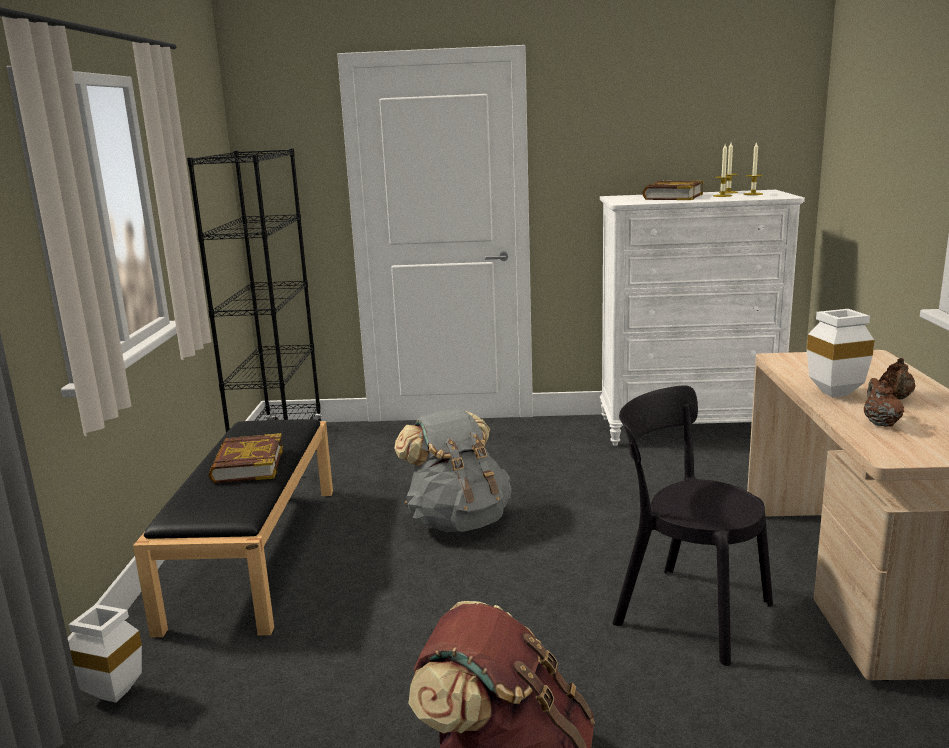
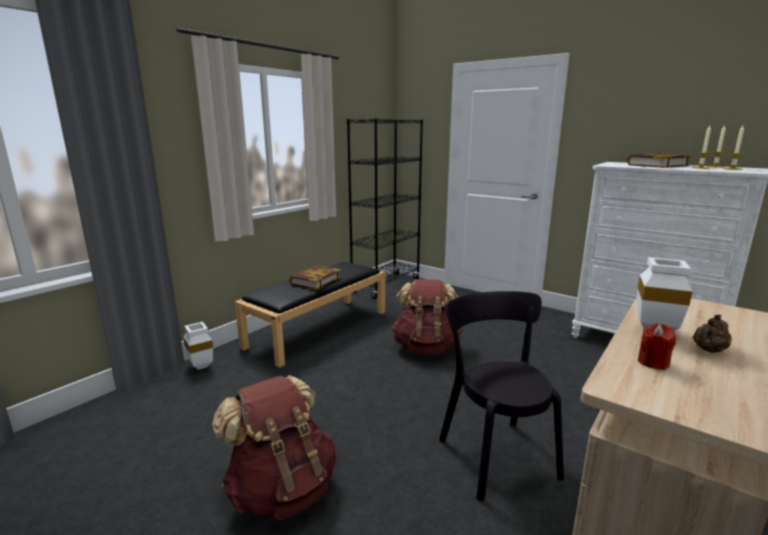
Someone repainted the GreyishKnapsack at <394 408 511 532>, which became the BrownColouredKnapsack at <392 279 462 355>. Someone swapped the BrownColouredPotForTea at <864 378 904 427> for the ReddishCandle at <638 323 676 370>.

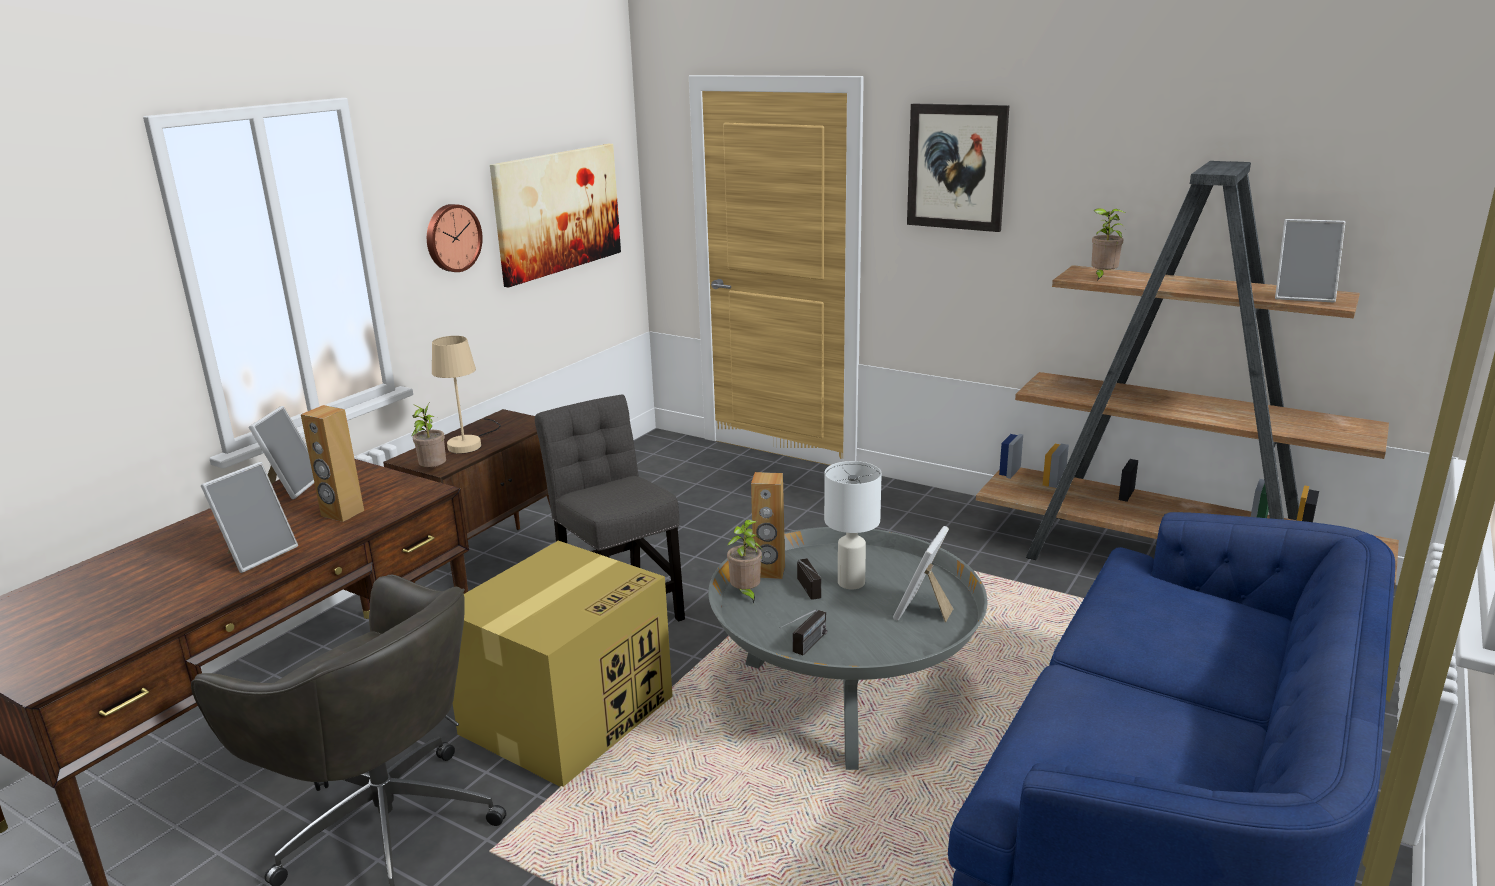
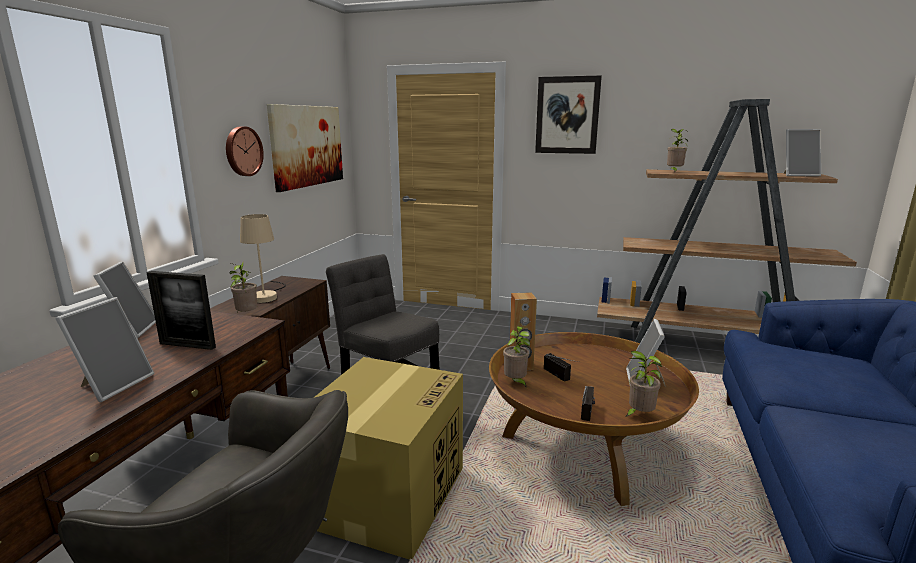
Someone swapped the BrownColouredSpeaker at <301 405 364 522> for the PhotoFrame at <146 271 216 350>. Someone repainted the GreyishLoungeTable at <708 527 988 770>, which became the BrownColouredLoungeTable at <489 332 699 506>. Someone put down the PlantInAPot at <624 351 662 418>. Someone took away the WhiteColouredTableLamp at <824 461 882 589>.

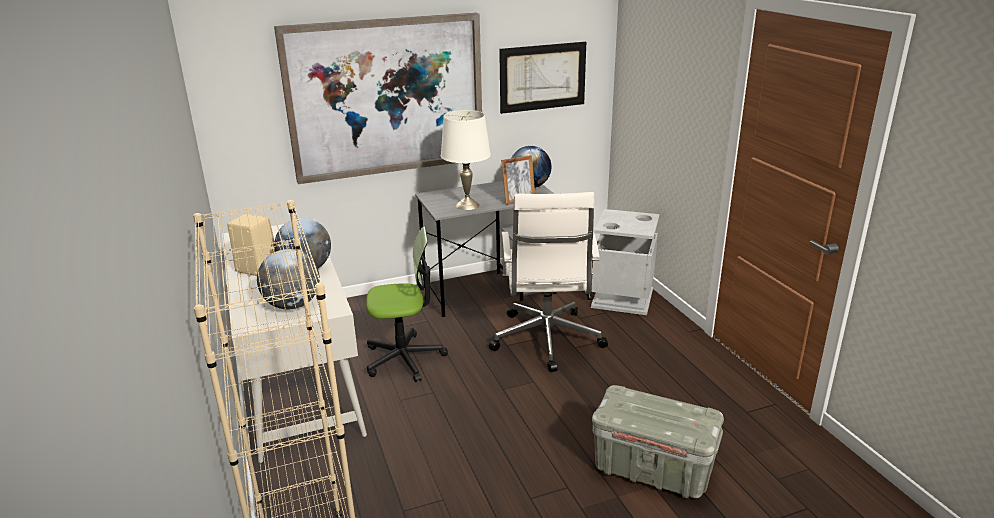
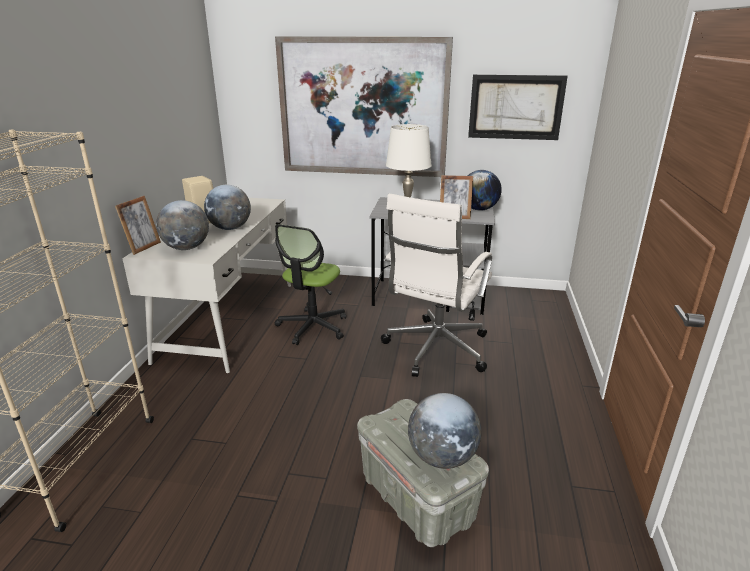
Someone put down the PhotoFrame at <115 196 161 255>. Someone rotated the OfficeChair at <366 226 448 382> by 90 degrees clockwise. Someone put down the WorldGlobe at <408 393 481 469>. Someone took away the GreyishRubbishBin at <591 209 660 315>.

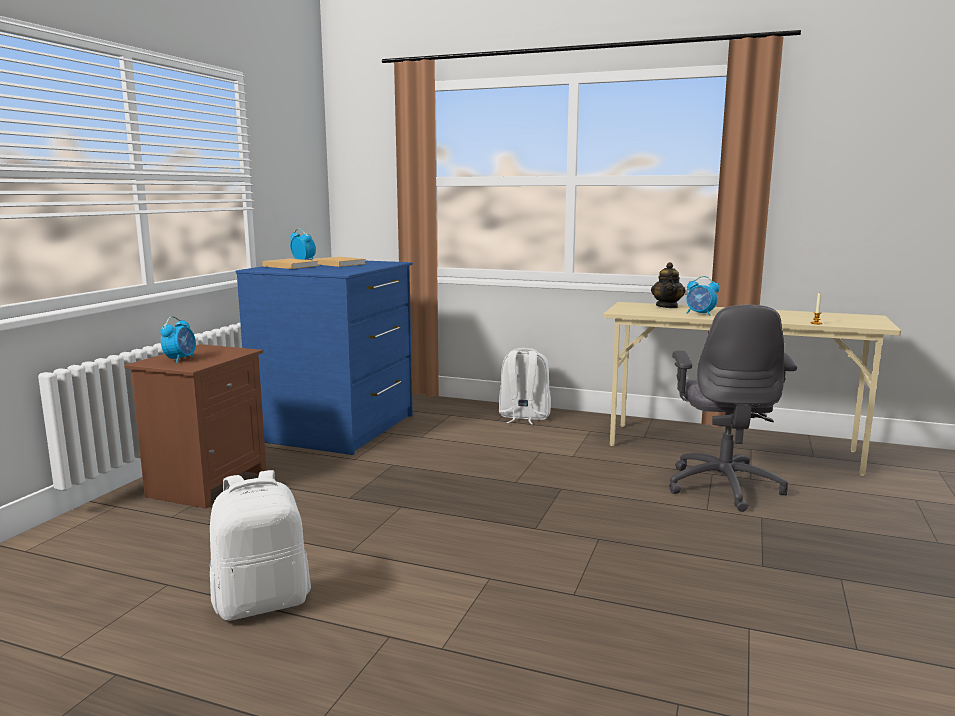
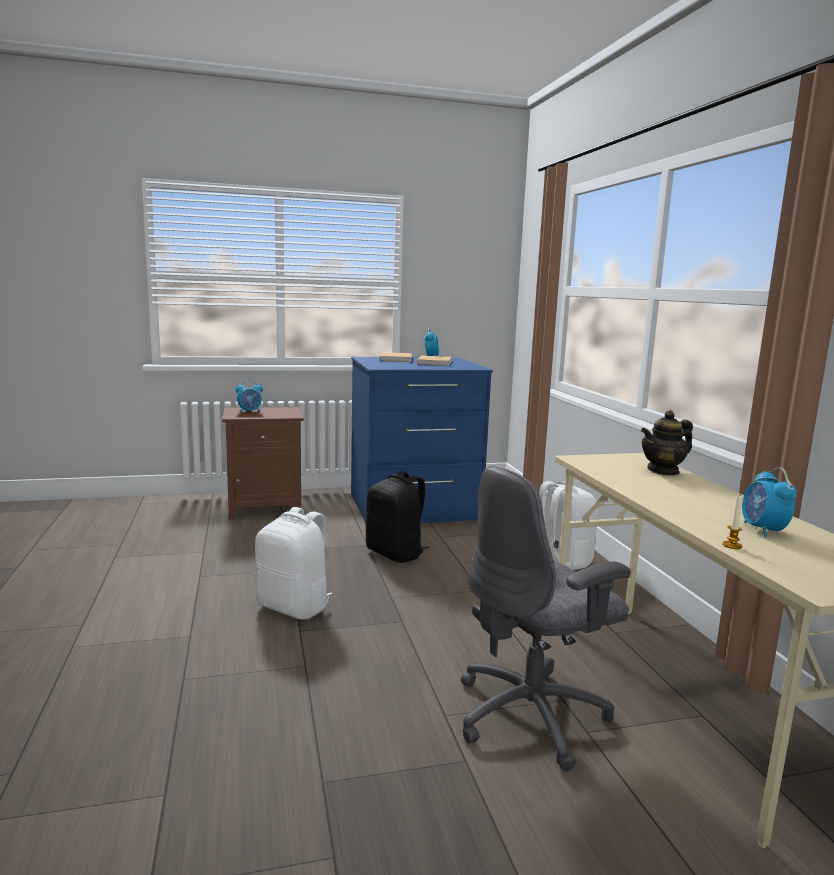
Someone carried the WhiteColouredKnapsack from <210 470 311 621> to <254 507 333 620>. Someone put down the BlackKnapsack at <365 471 429 563>. Someone carried the BedsideClock from <686 276 719 316> to <742 467 797 537>.

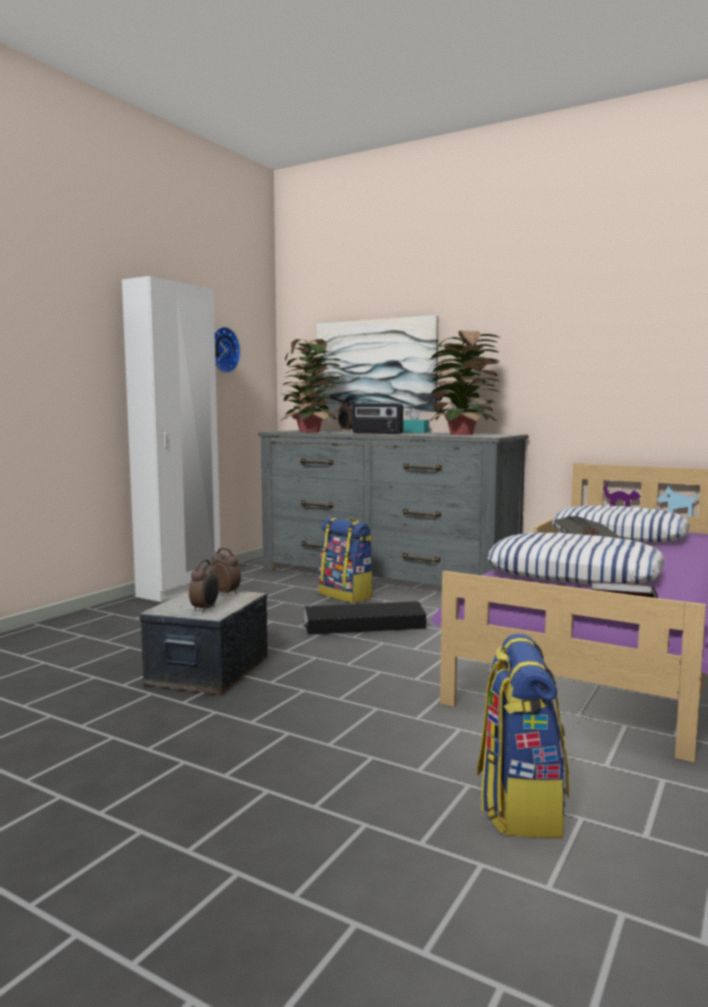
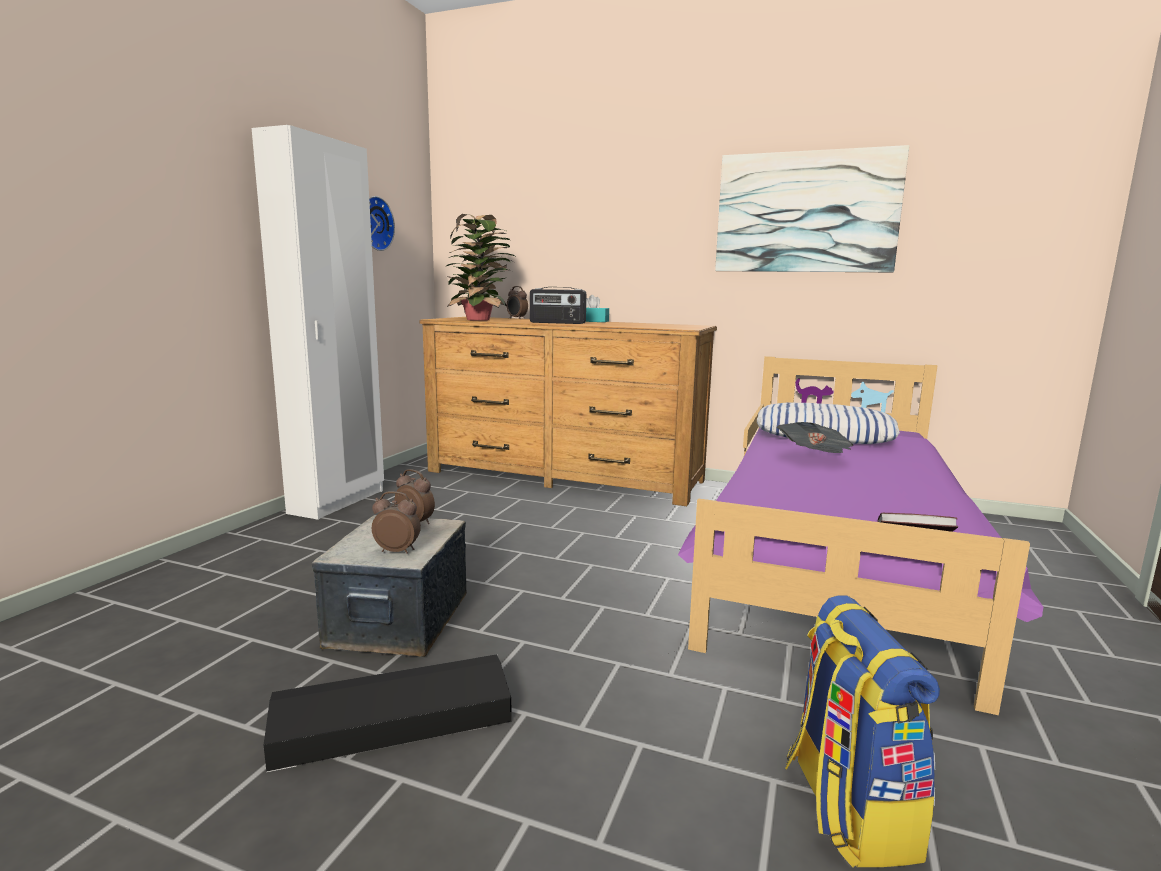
Someone carried the BlackStorageBin from <304 601 426 635> to <264 654 512 772>. Someone rotated the BedsideClock at <189 560 219 613> by 90 degrees counterclockwise. Someone repainted the GreyishDresser at <258 430 528 586>, which became the BrownColouredDresser at <420 317 717 506>. Someone carried the Picture from <317 315 439 412> to <715 145 909 273>. Someone took away the Knapsack at <319 518 374 603>. Someone took away the PlantInAPot at <427 331 500 435>. Someone took away the Cushion at <488 533 664 585>.

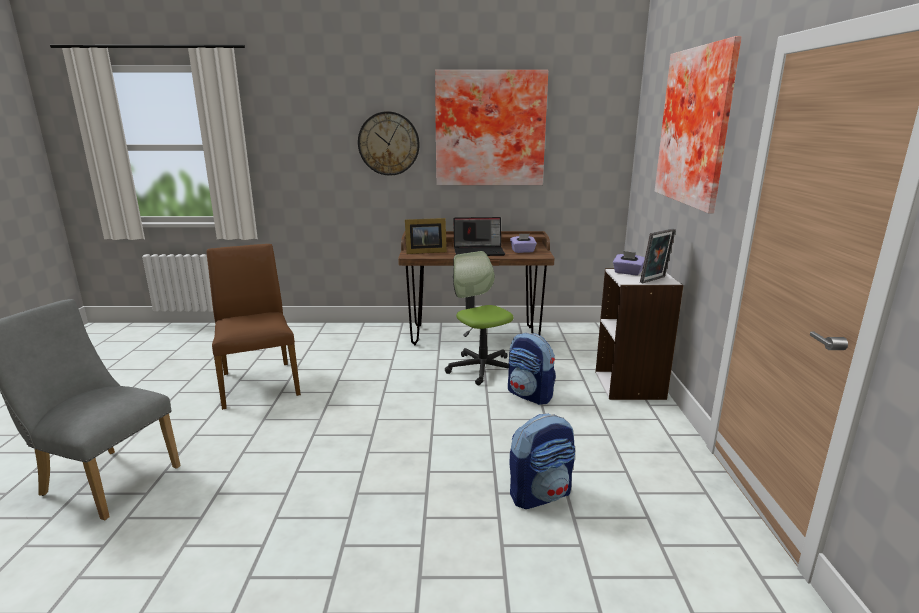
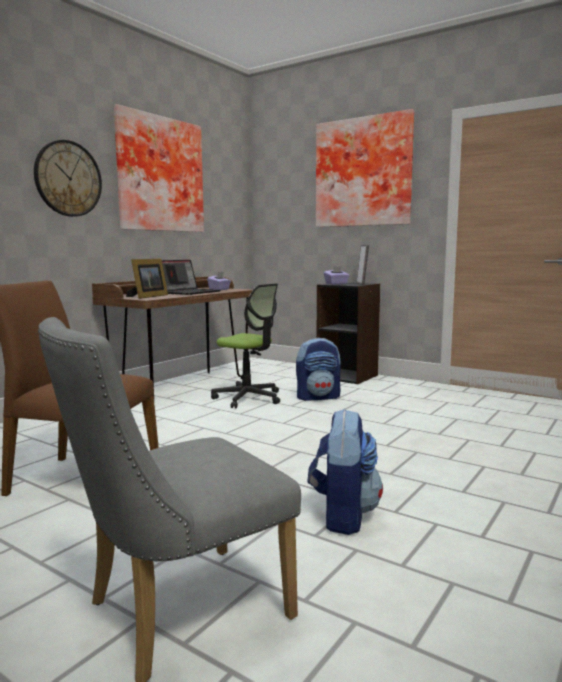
Someone rotated the OfficeChair at <445 251 513 385> by 150 degrees counterclockwise. Someone carried the Knapsack from <509 414 575 509> to <307 409 383 535>. Someone repainted the WhiteColouredShelvingUnit at <595 268 683 400>, which became the BlackShelvingUnit at <317 283 380 384>.

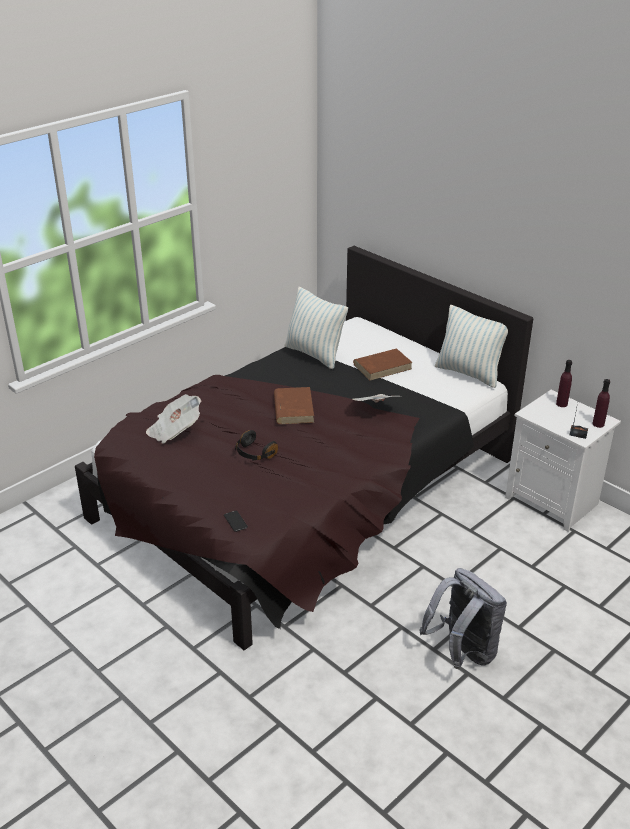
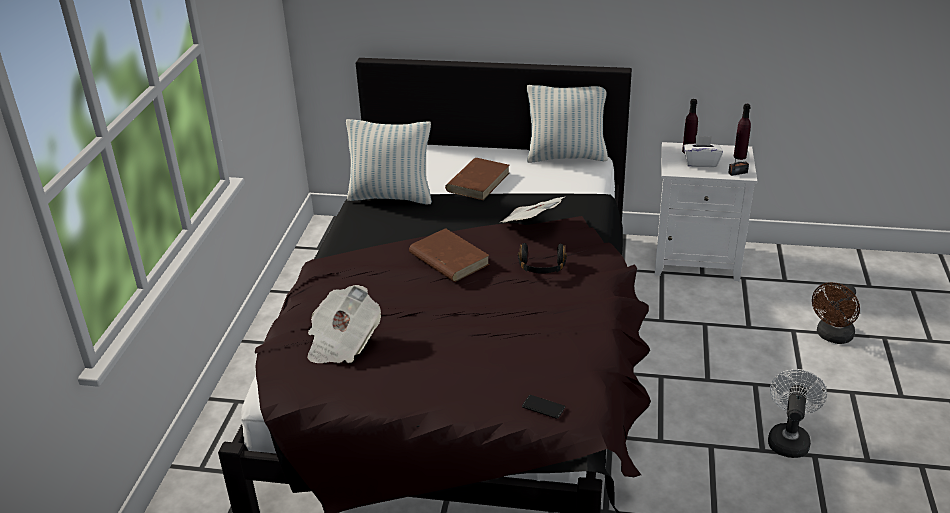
Someone carried the BlackPairOfHeadphones from <235 430 278 460> to <518 243 567 274>. Someone put down the WhiteColouredBoxOfTissues at <683 136 723 167>. Someone swapped the GreyishKnapsack at <419 568 507 669> for the WhiteColouredFan at <768 369 827 458>. Someone put down the BrownColouredFan at <812 282 860 344>.

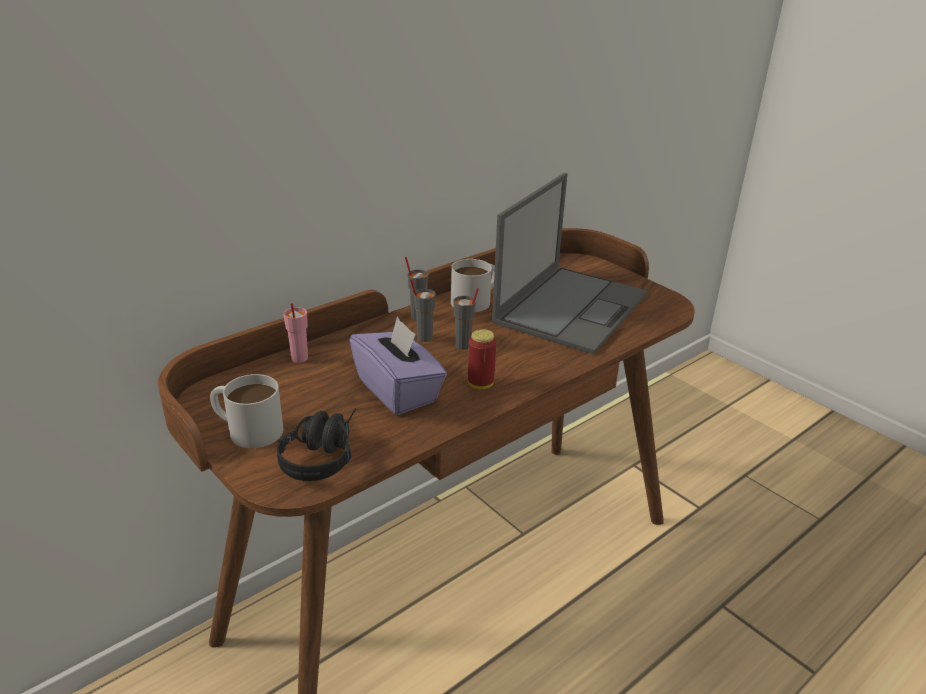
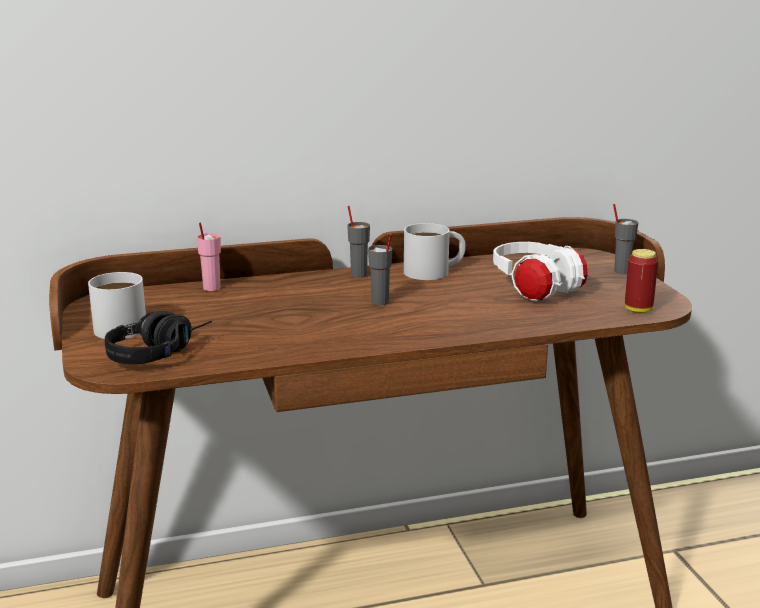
Someone swapped the Laptop at <492 173 648 355> for the WhiteColouredPairOfHeadphones at <493 242 588 302>. Someone carried the GreyishCup from <410 279 436 342> to <613 204 639 274>. Someone carried the SealedCan from <468 329 496 389> to <625 249 658 313>. Someone took away the PurpleColouredBoxOfTissues at <350 316 447 415>.

